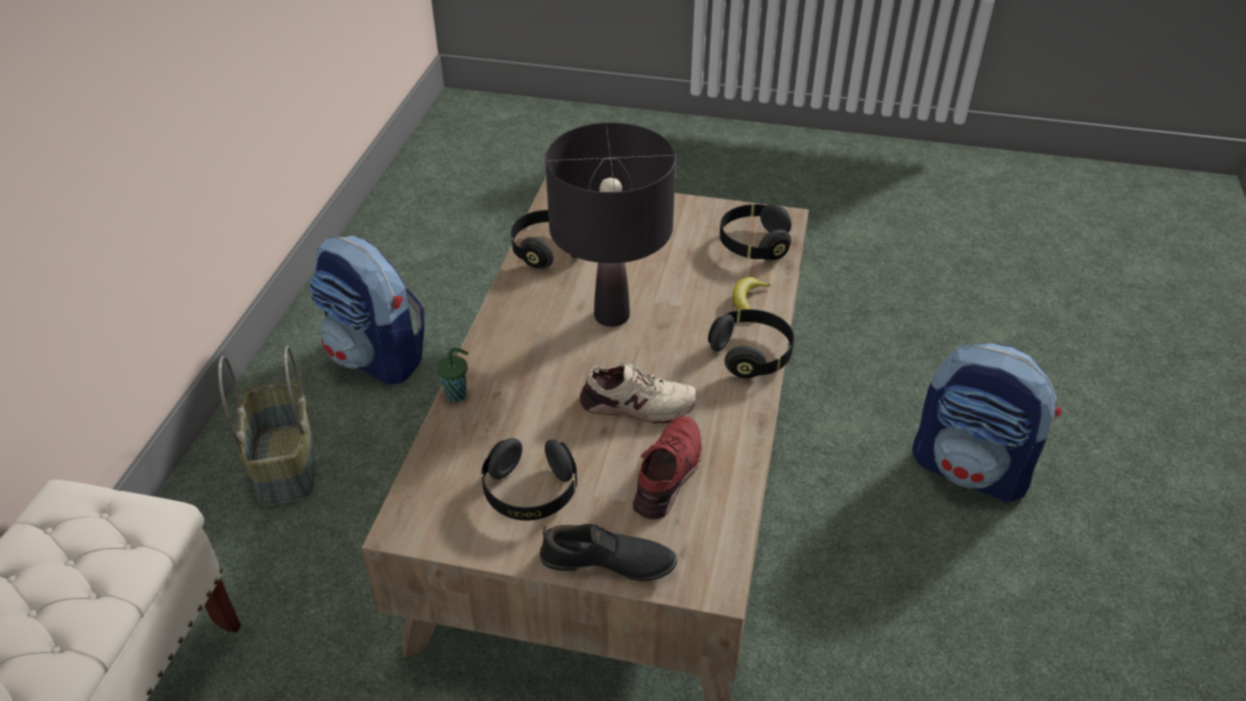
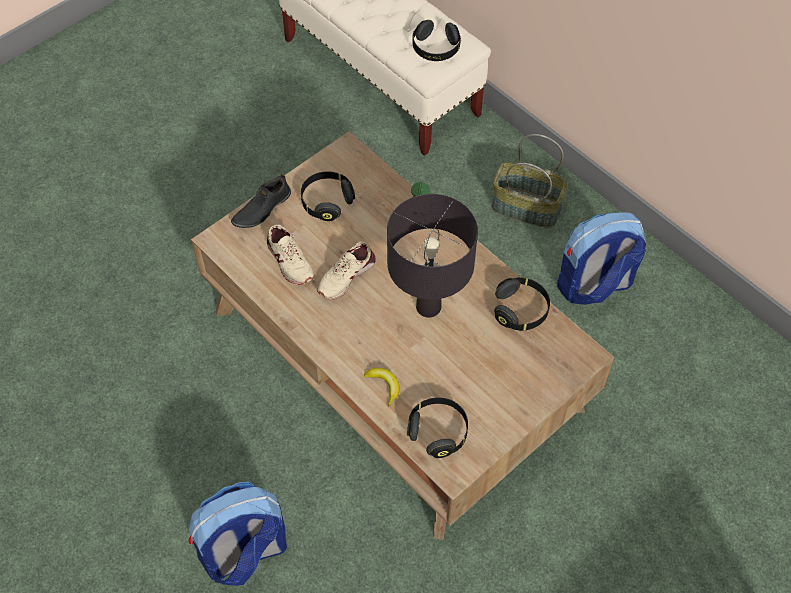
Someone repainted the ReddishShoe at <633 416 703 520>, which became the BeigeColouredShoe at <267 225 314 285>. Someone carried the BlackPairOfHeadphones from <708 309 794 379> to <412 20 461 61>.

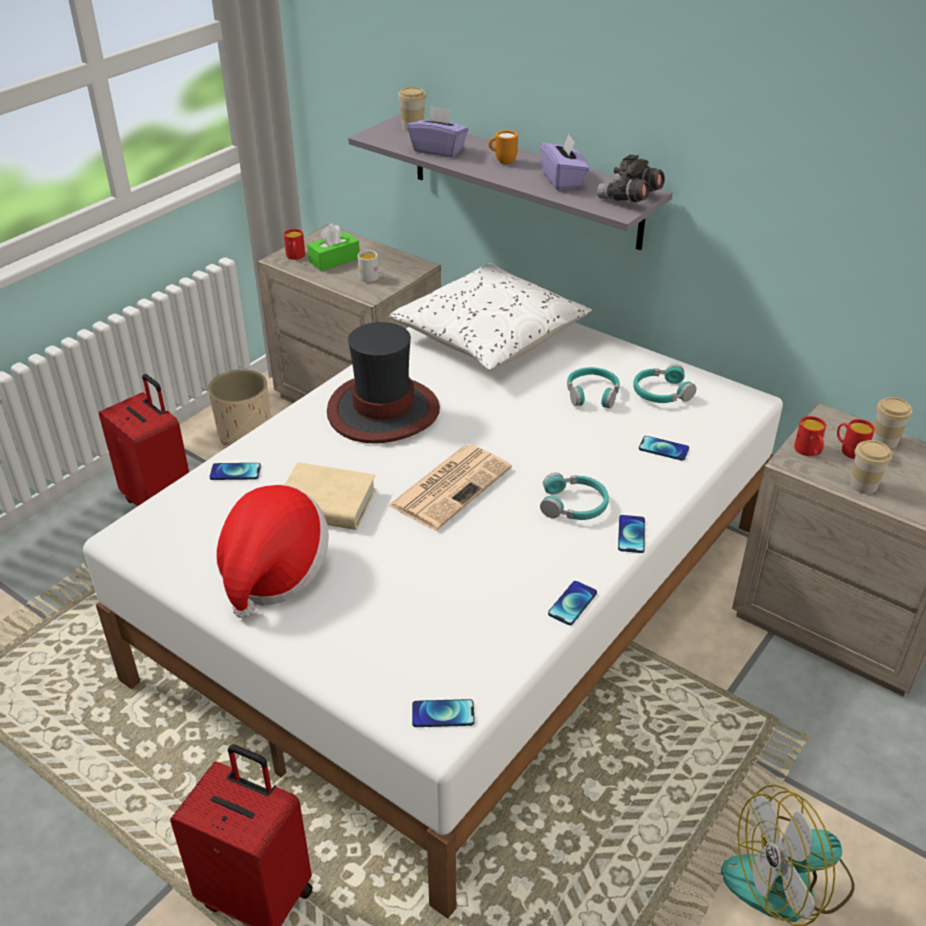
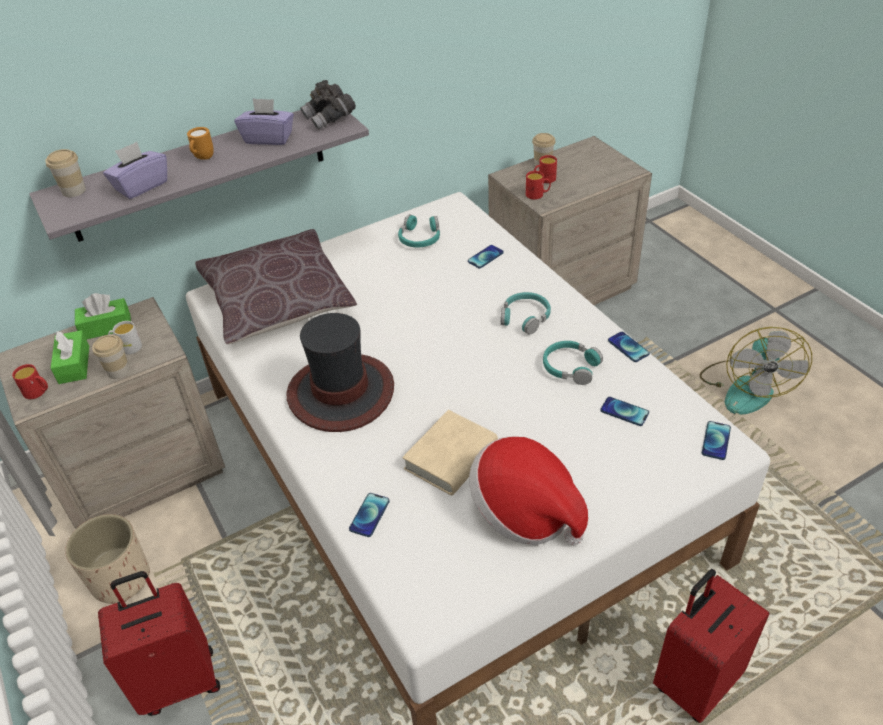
Someone put down the GreenBoxOfTissues at <75 293 131 340>. Someone carried the Cup from <850 440 892 494> to <92 335 130 379>. Someone repainted the WhiteColouredCushion at <389 263 592 371>, which became the BrownColouredCushion at <195 229 357 344>. Someone carried the TurquoiseColouredPairOfHeadphones from <567 367 620 408> to <543 341 603 385>. Someone carried the Telephone from <618 515 645 553> to <600 397 649 426>. Someone took away the DailyPaper at <388 445 512 530>.

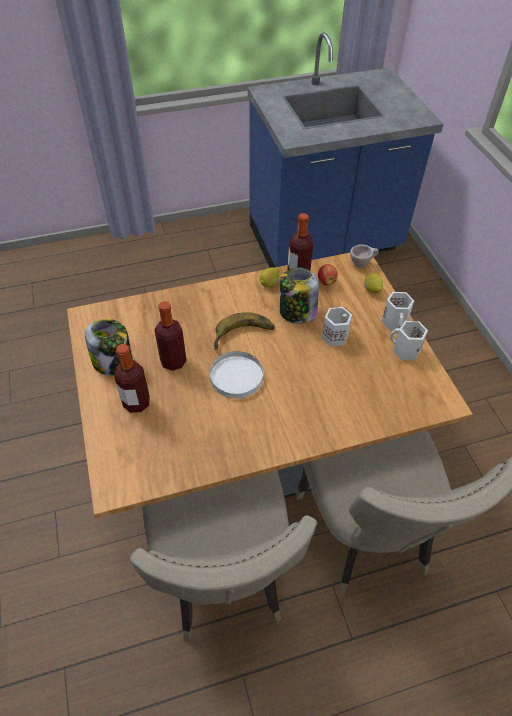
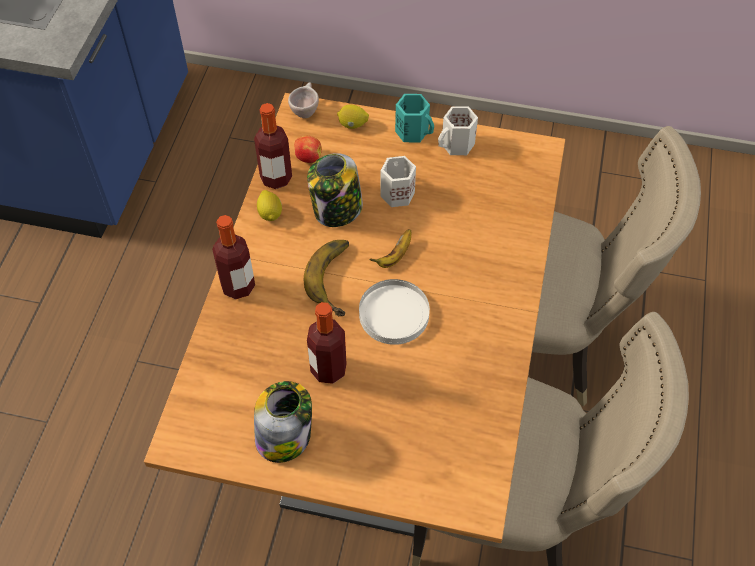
Someone carried the Bottle from <115 344 150 413> to <212 215 255 299>. Someone put down the WholeBanana at <370 229 411 268>. Someone repainted the WhiteColouredTeaMug at <381 292 414 330>, which became the TurquoiseColouredTeaMug at <395 94 434 142>.

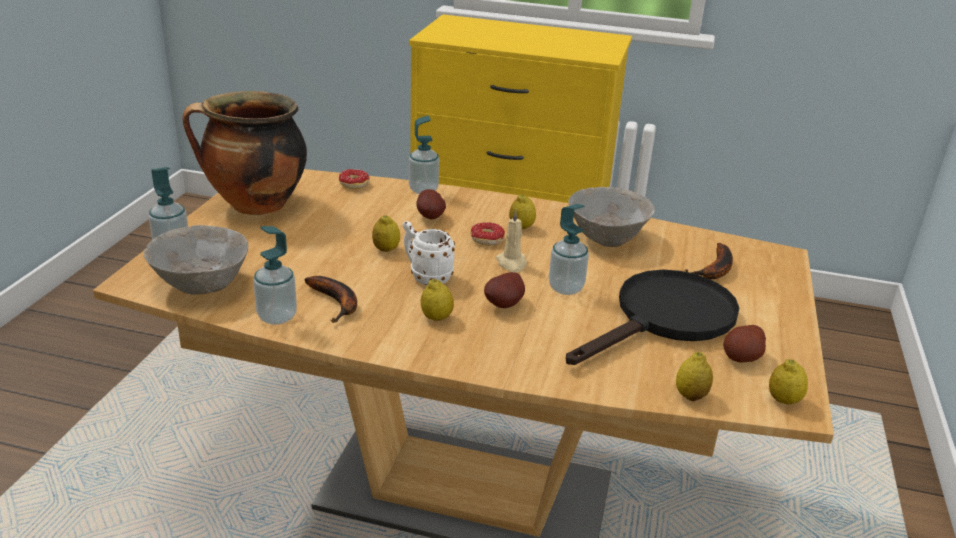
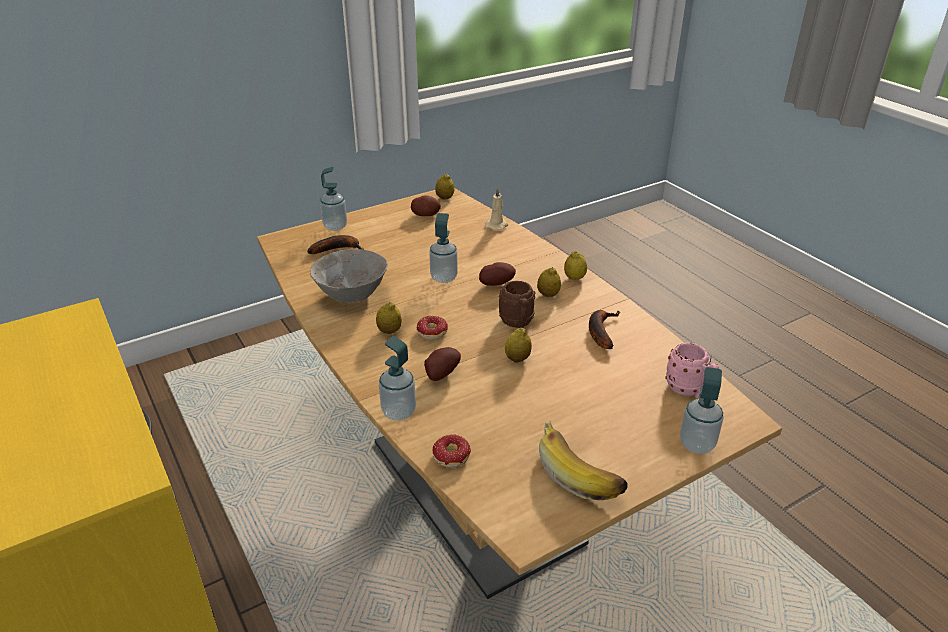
Someone carried the LiquidSoapBottle from <253 226 297 325> to <320 167 347 231>. Someone carried the BeigeColouredCandle from <496 209 527 273> to <485 187 508 231>. Someone repainted the WhiteColouredTeaMug at <403 221 455 285>, which became the BrownColouredTeaMug at <499 281 535 329>. Someone swapped the Saucepot at <182 91 307 215> for the WholeBanana at <539 420 628 500>. Someone carried the CitrusFruit from <676 352 713 401> to <564 251 587 280>. Someone swapped the GreyishDeepDish at <143 225 248 295> for the PinkTeaMug at <665 343 719 398>. Someone took away the BlackFryingPan at <566 270 740 365>.

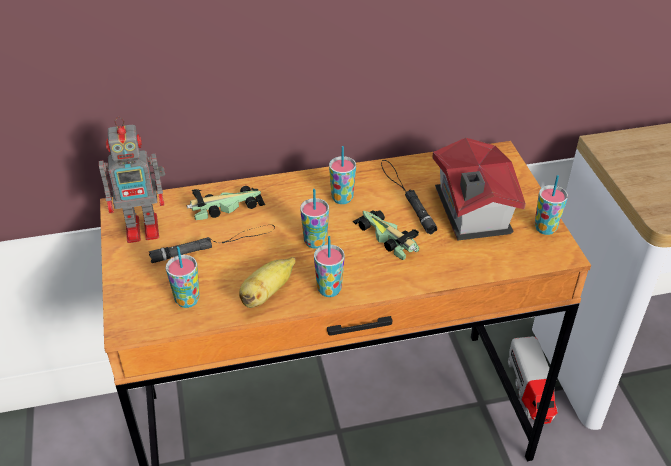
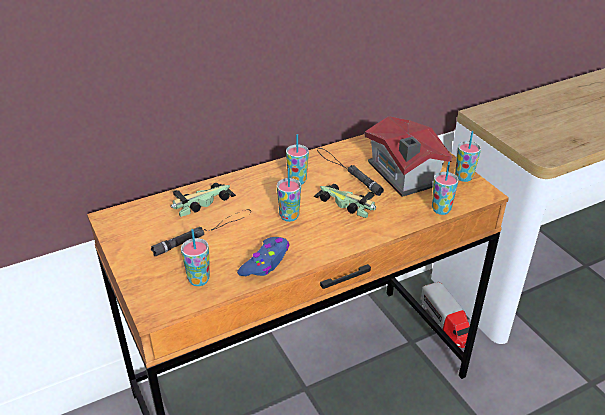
Someone swapped the WholeBanana at <239 257 296 308> for the BluishGamepad at <237 237 289 276>. Someone carried the Cup from <314 236 345 297> to <432 162 459 215>. Someone took away the ModelRobot at <99 117 165 243>.

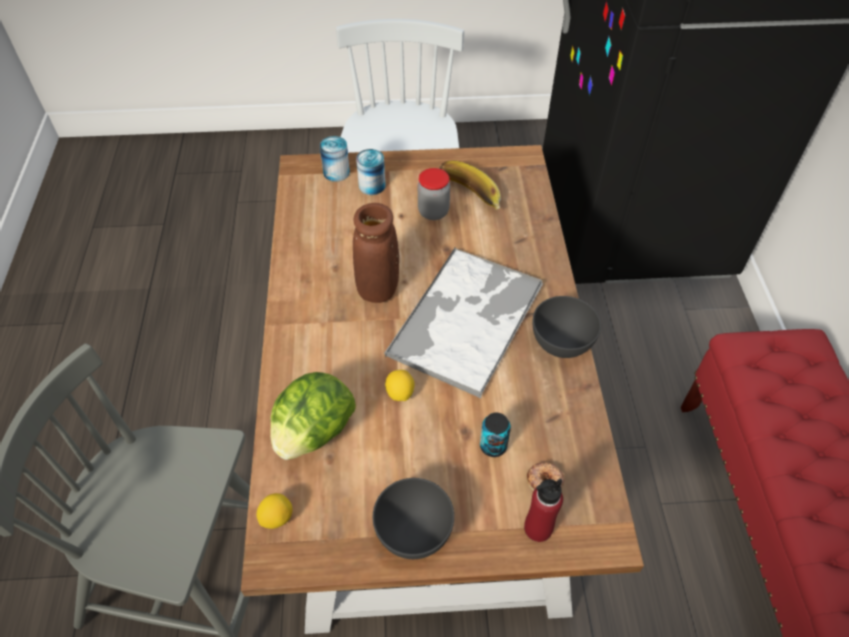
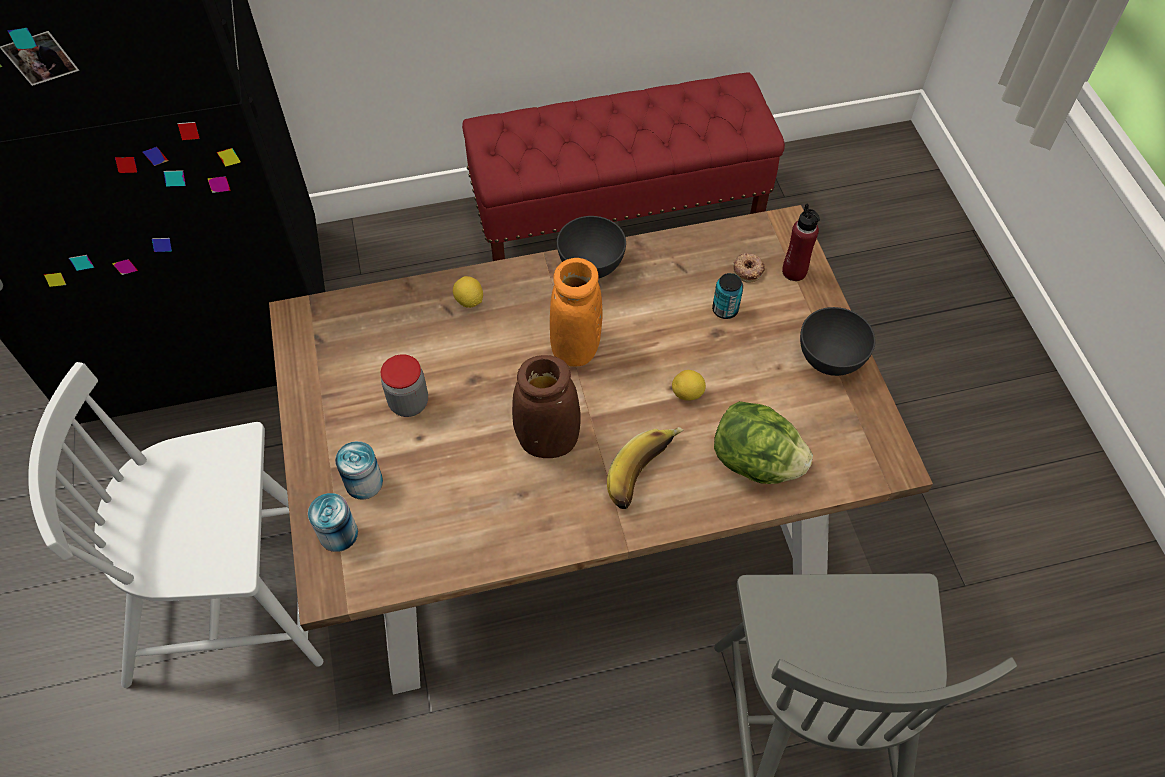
Someone carried the CitrusFruit from <256 493 292 529> to <453 276 483 308>. Someone swapped the Tray at <384 247 543 398> for the OrangeyFlowerVase at <550 258 603 366>. Someone carried the WholeBanana from <439 160 501 210> to <607 427 683 509>.

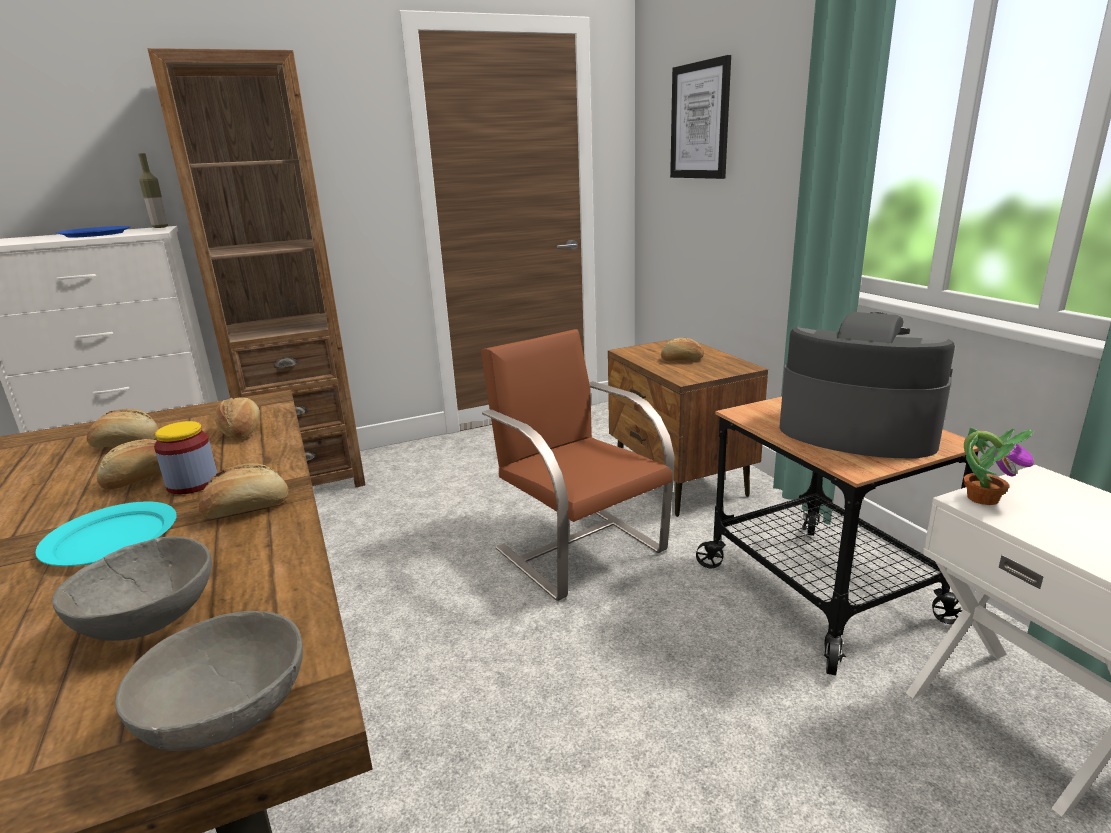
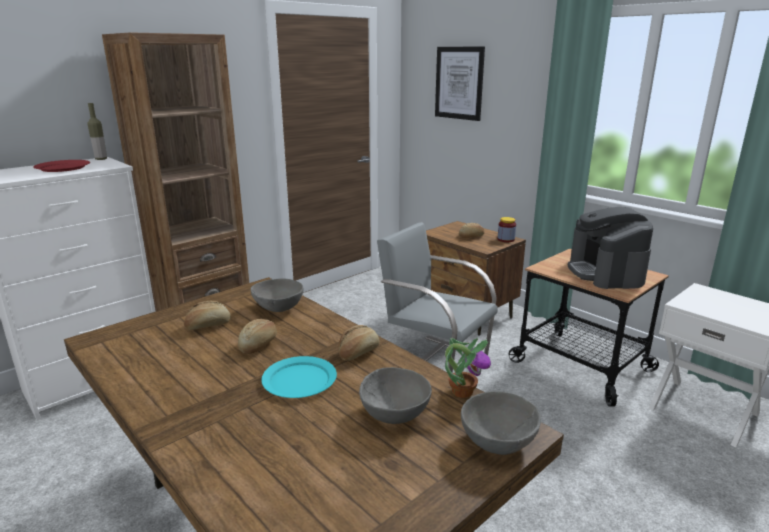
Someone repainted the BluishDinnerPlate at <56 226 130 238>, which became the ReddishDinnerPlate at <33 160 90 172>. Someone swapped the BakedBread at <215 397 260 439> for the GreyishDeepDish at <250 279 303 312>. Someone repainted the BrownColouredUprightChair at <481 329 674 601>, which became the GreyishUprightChair at <377 222 498 373>. Someone carried the PlantInAPot from <964 427 1034 505> to <445 337 491 398>. Someone carried the PreserveJar from <154 421 218 494> to <498 217 516 242>. Someone rotated the CoffeeMaker at <779 312 955 459> by 105 degrees counterclockwise.

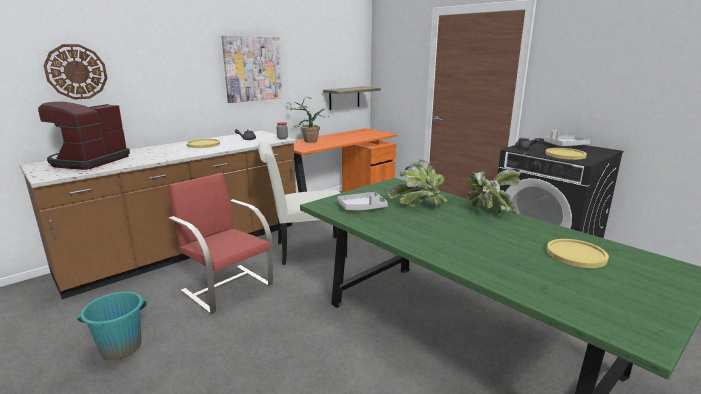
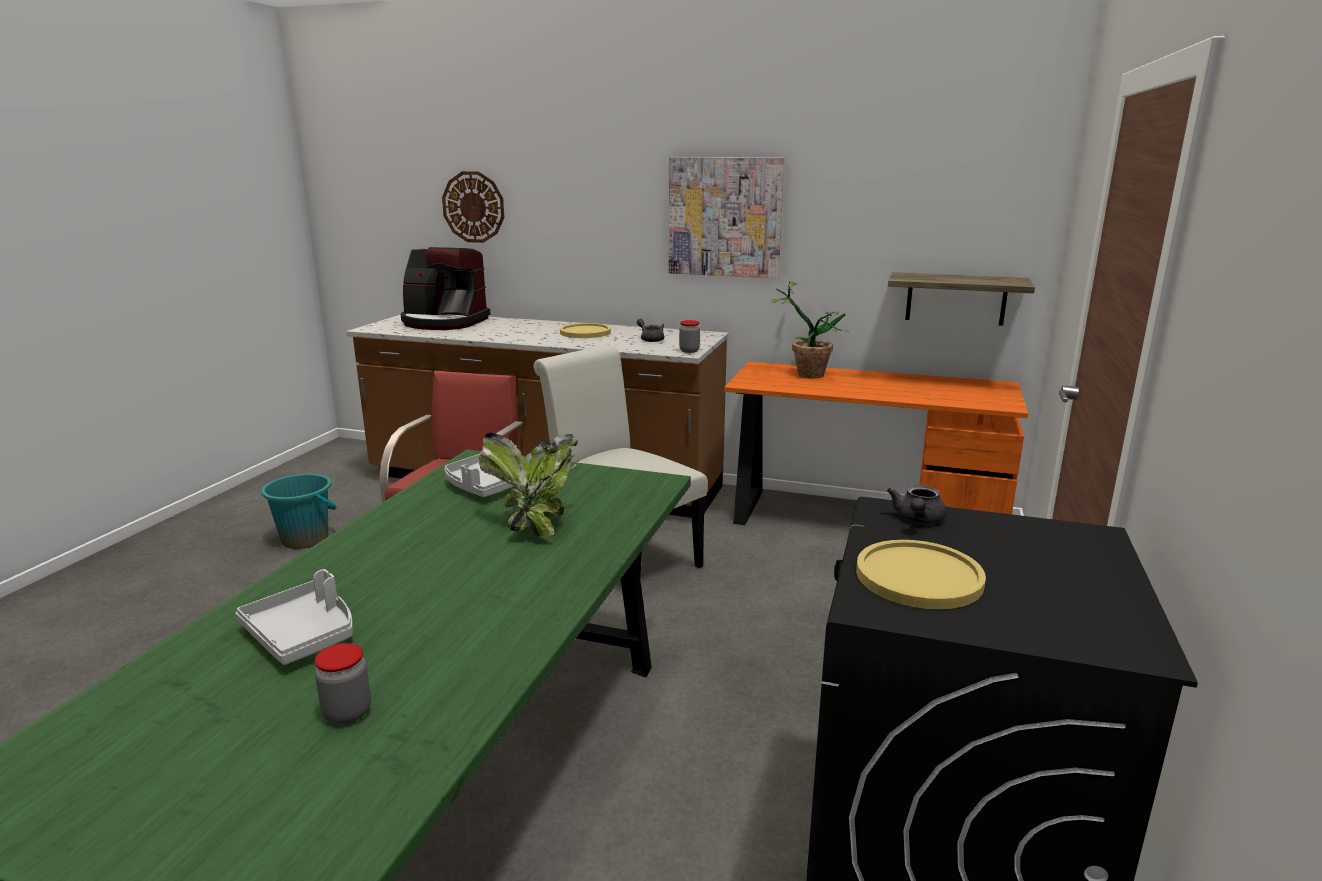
Someone carried the GreyishTray from <544 130 590 146> to <236 569 353 665>. Someone swapped the YellowColouredDinnerPlate at <547 239 609 268> for the PreserveJar at <315 643 371 725>. Someone rotated the CoffeeMaker at <38 102 130 170> by 150 degrees counterclockwise. Someone took away the PlantInAPot at <466 168 521 214>.

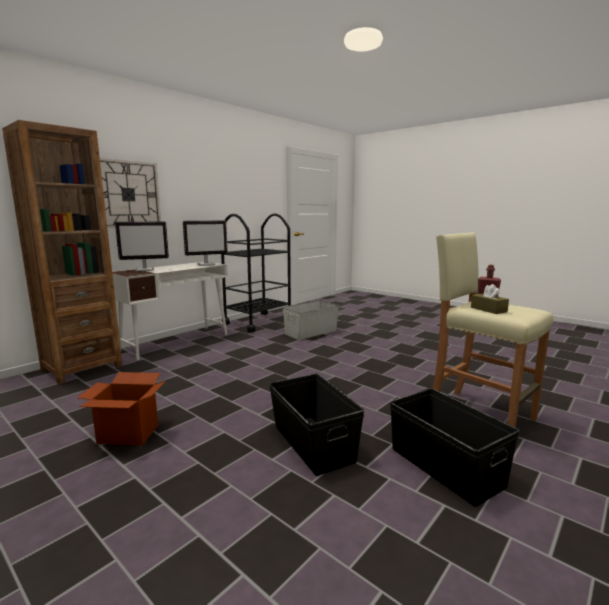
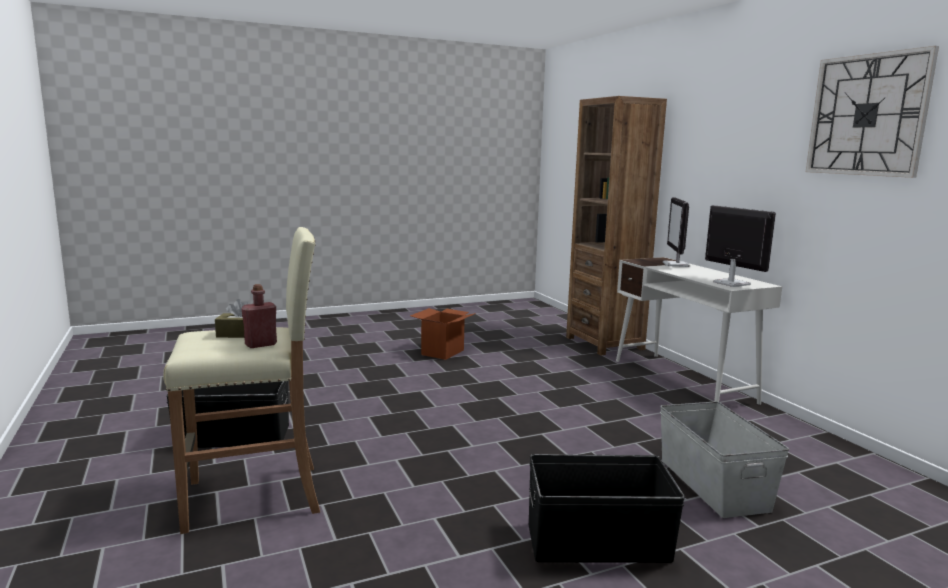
Someone carried the BlackStorageBin from <269 373 365 476> to <529 454 685 563>. Someone rotated the Monitor at <183 220 228 266> by 150 degrees clockwise. Someone carried the WallClock from <100 158 161 228> to <806 46 939 178>. Someone took away the BlackCart at <221 213 291 333>.

